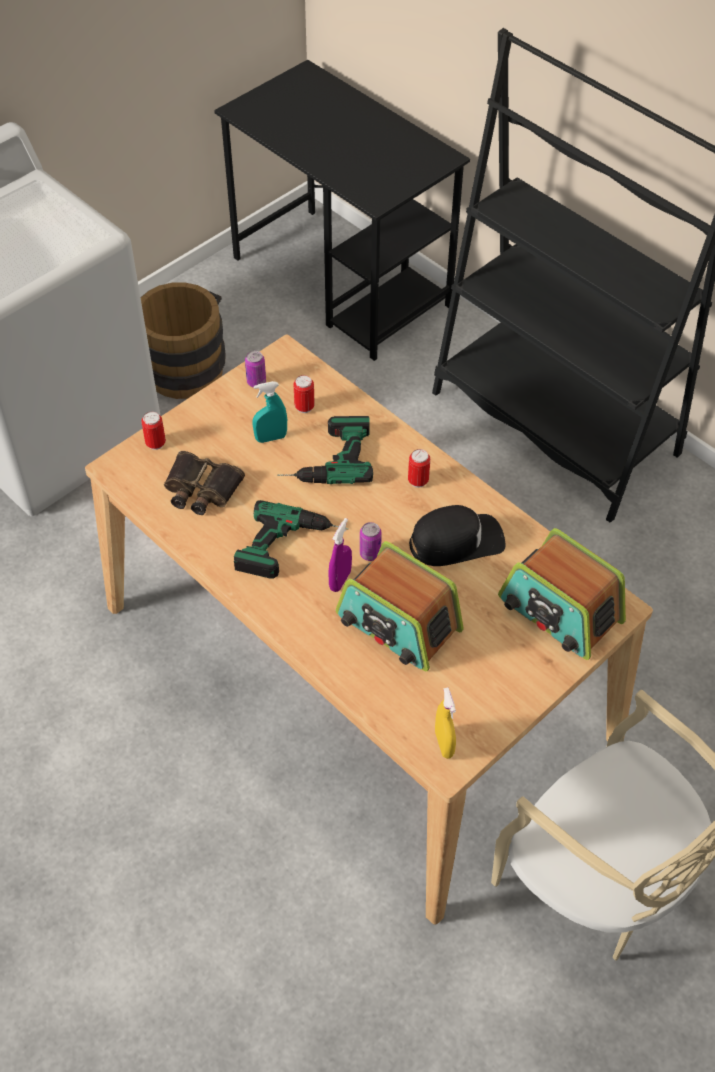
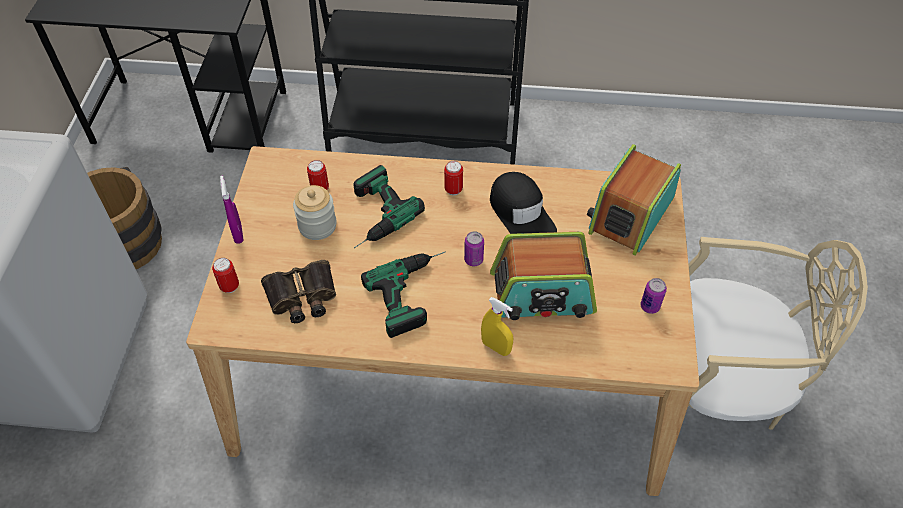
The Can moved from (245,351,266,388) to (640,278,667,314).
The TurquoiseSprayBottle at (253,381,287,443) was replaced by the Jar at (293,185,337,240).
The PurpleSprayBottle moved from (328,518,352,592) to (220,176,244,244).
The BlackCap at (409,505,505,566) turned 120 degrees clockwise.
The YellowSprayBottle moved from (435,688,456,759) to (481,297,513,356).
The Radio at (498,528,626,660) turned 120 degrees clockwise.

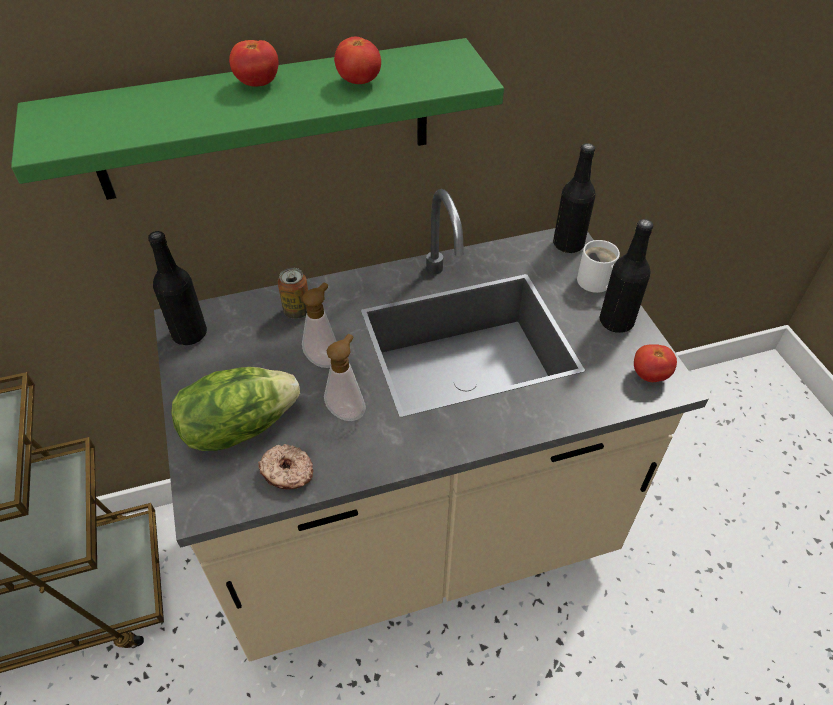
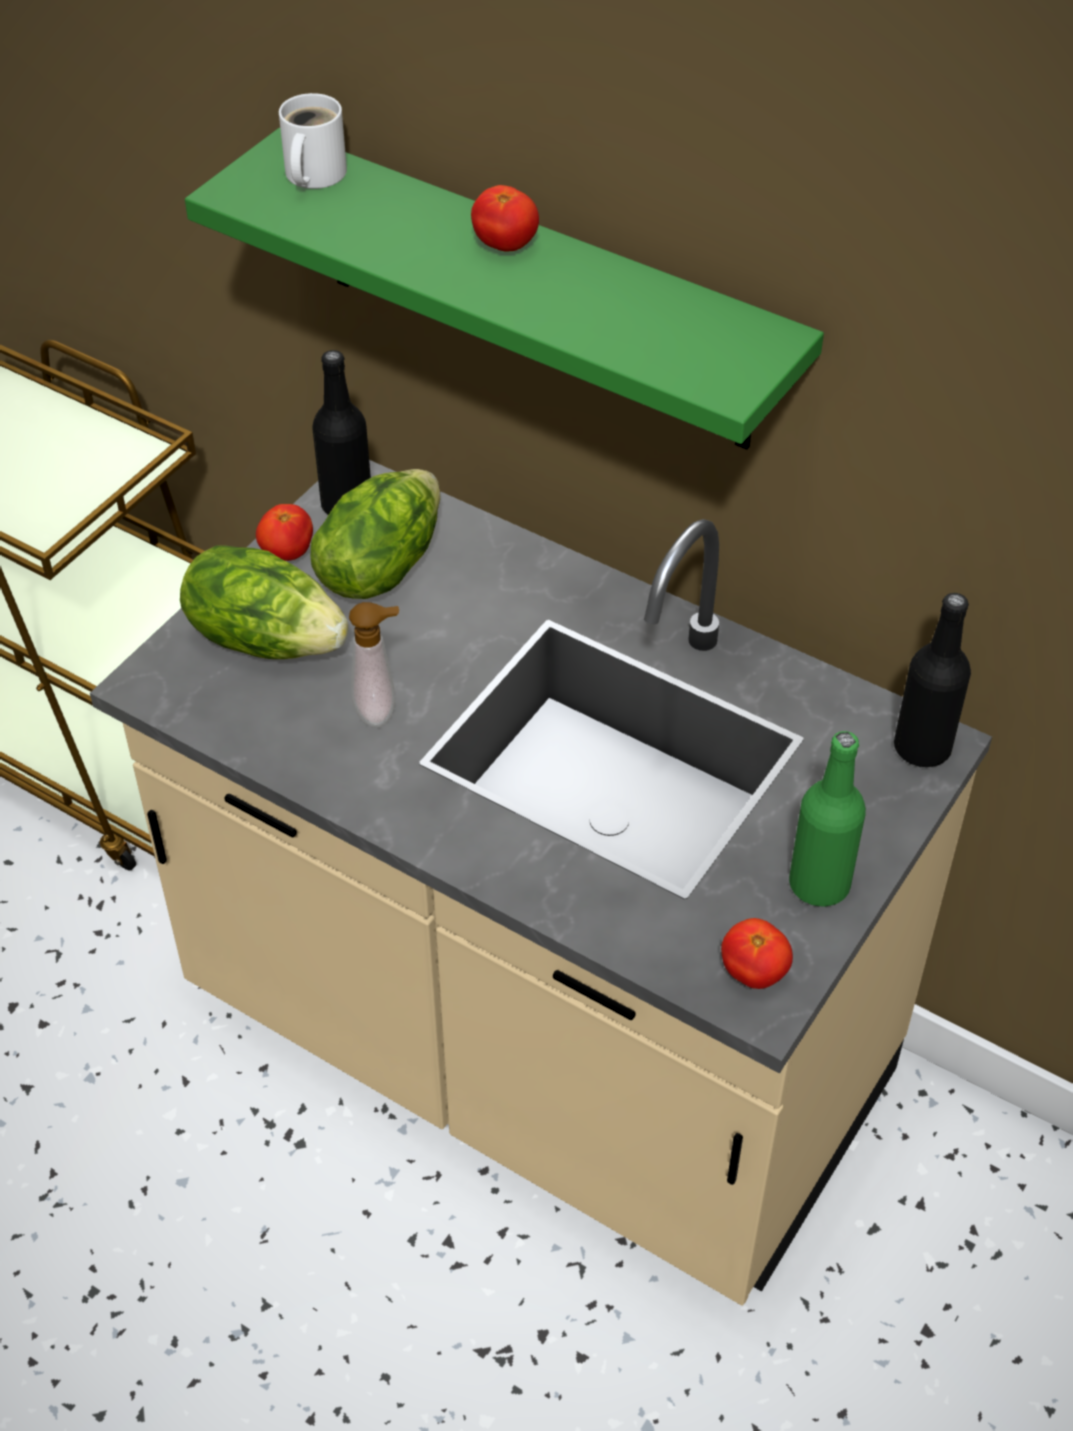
The Donut at (258,444,313,489) disappeared.
The Can at (278,268,308,319) disappeared.
The SoapDispenser at (302,283,337,368) disappeared.
The Tomato moved from (334,37,381,84) to (256,504,313,561).
The WhiteMug moved from (577,240,620,293) to (279,93,347,189).
The BlackBottle at (600,219,653,333) became the GreenBottle at (789,731,866,907).
The Lettuce at (311,469,440,599) appeared.

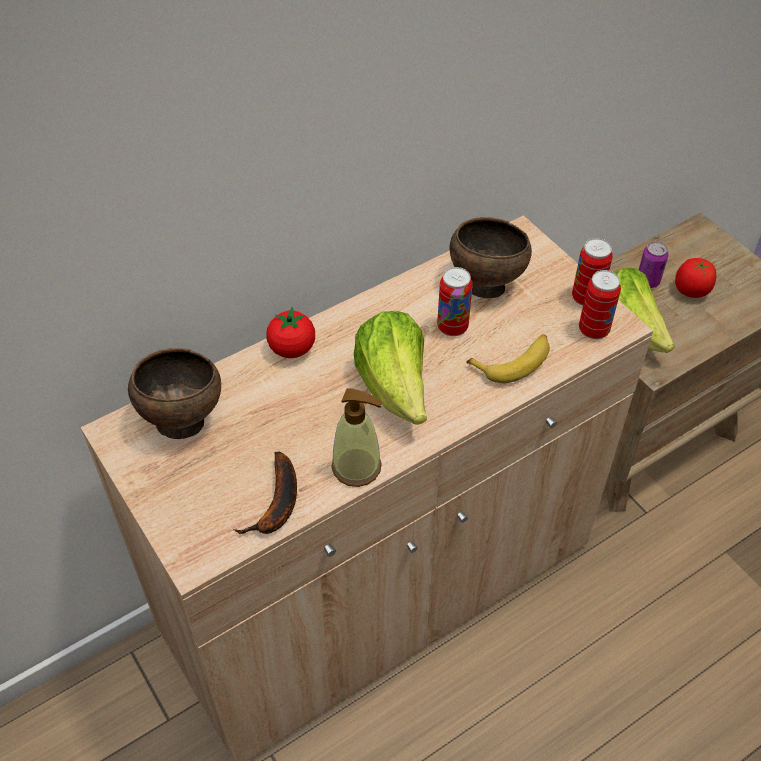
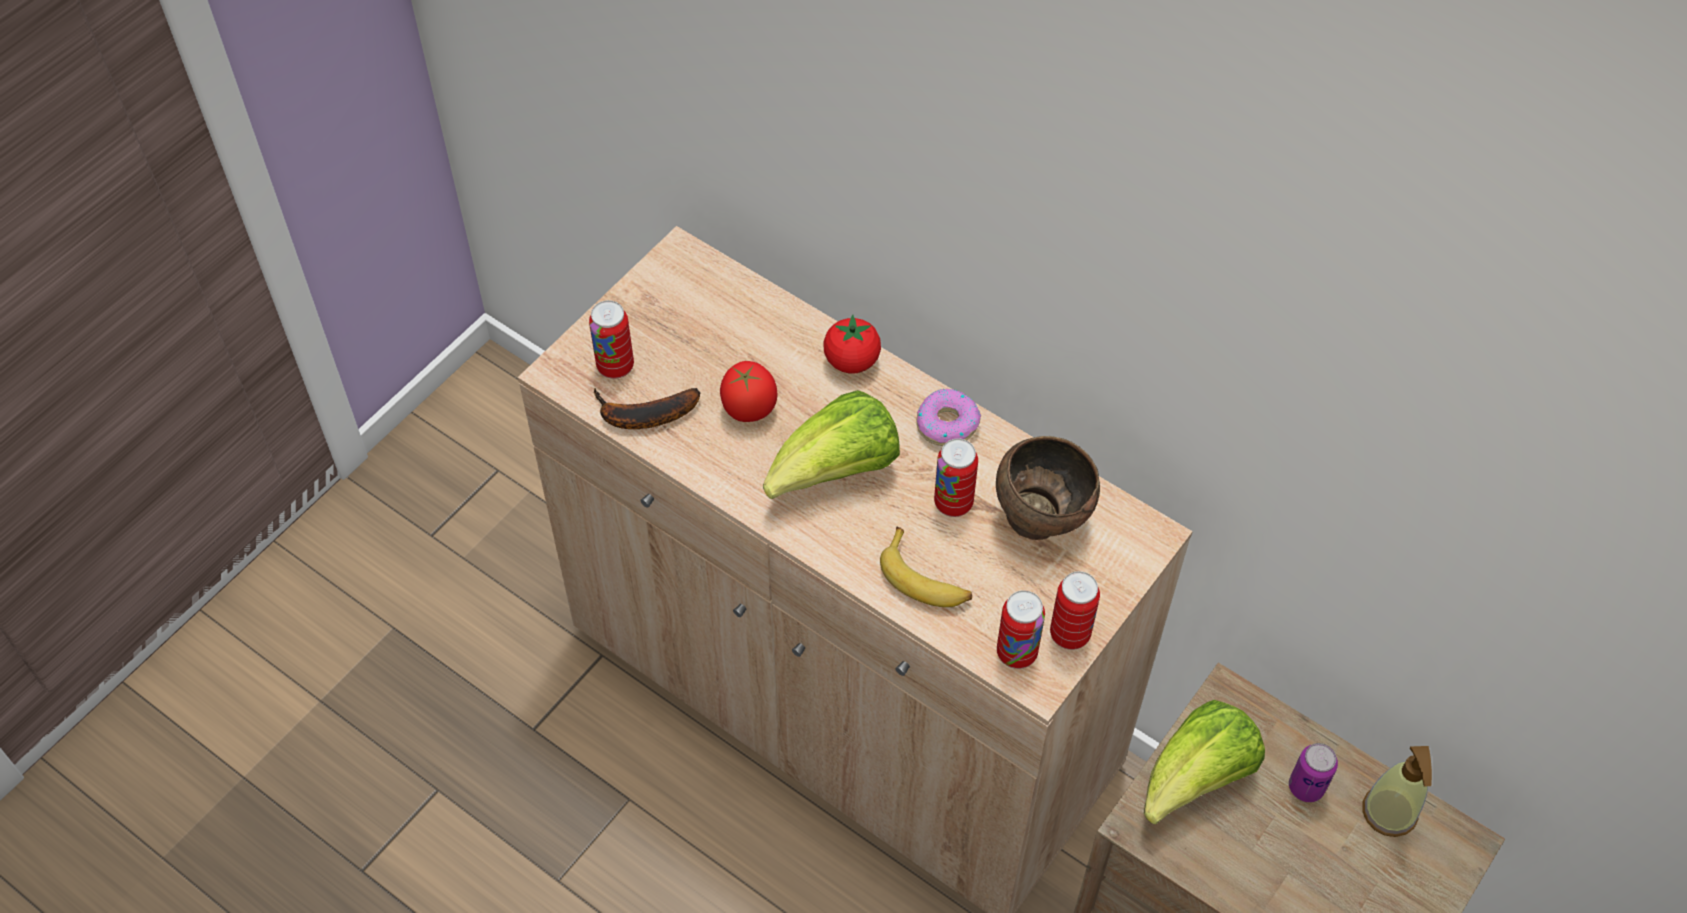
The BrownBowl at (128,348,221,439) disappeared.
The SoapDispenser moved from (332,388,383,487) to (1362,746,1432,837).
The Tomato moved from (675,258,716,298) to (720,361,778,422).
The Can at (589,300,634,379) appeared.
The Donut at (916,389,981,446) appeared.

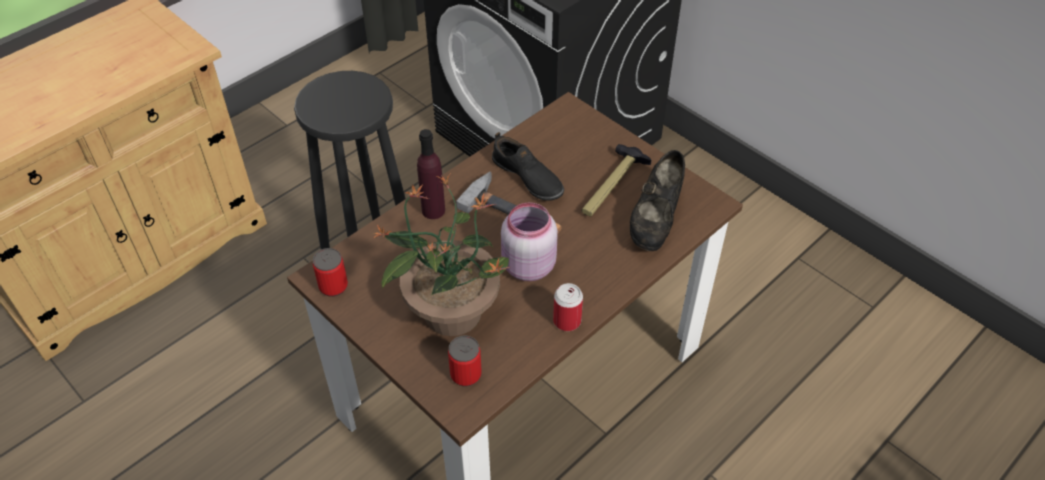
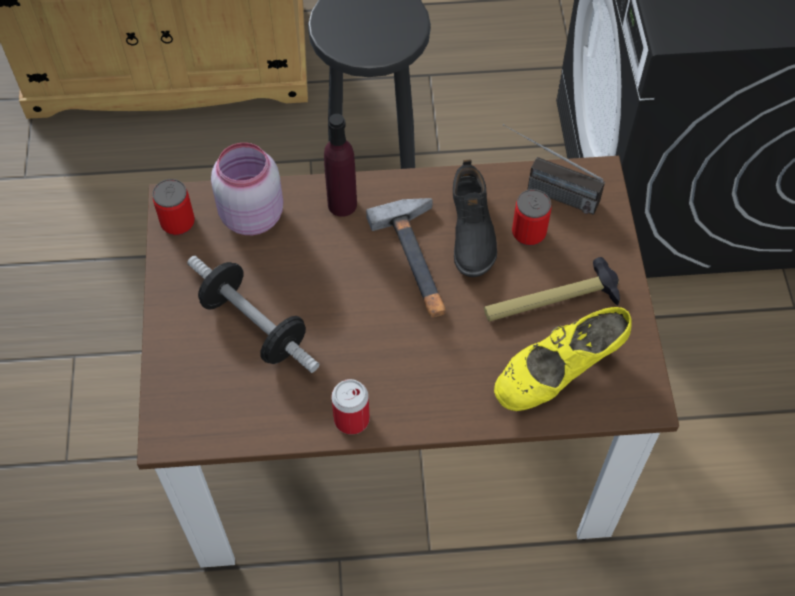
The PottedPlant at (372,174,510,336) was replaced by the Dumbbell at (187,255,319,373).
The Can moved from (448,336,482,386) to (512,189,551,246).
The PinkJar moved from (501,203,558,281) to (211,143,283,235).
The BlackShoe at (630,150,685,251) became the YellowShoe at (494,307,632,411).
The Radio at (503,124,605,215) appeared.

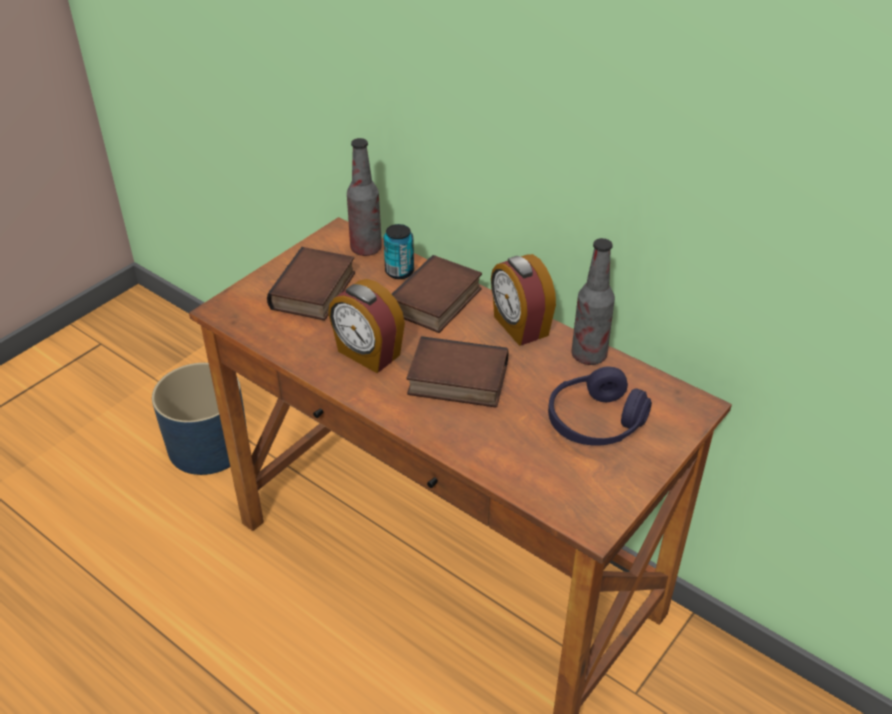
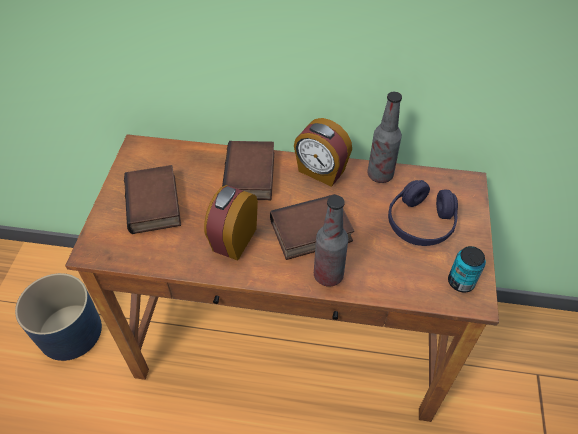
The AlarmClock at (328,279,405,373) turned 105 degrees clockwise.
The Bottle moved from (347,138,382,256) to (314,195,348,287).
The Can moved from (384,224,414,279) to (448,246,486,293).

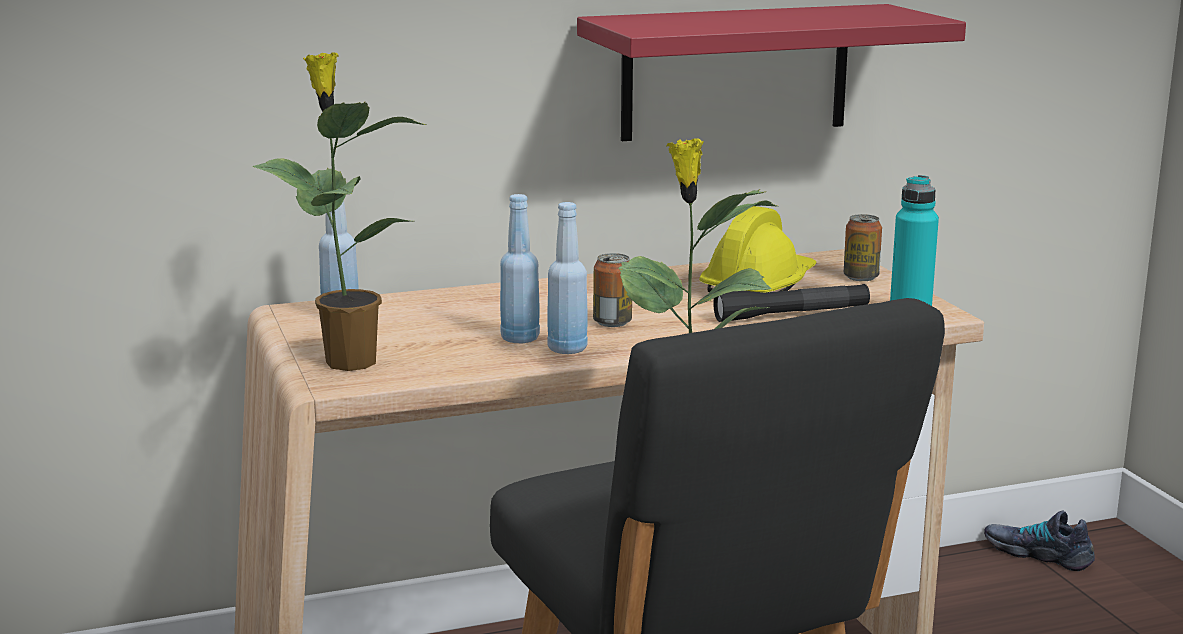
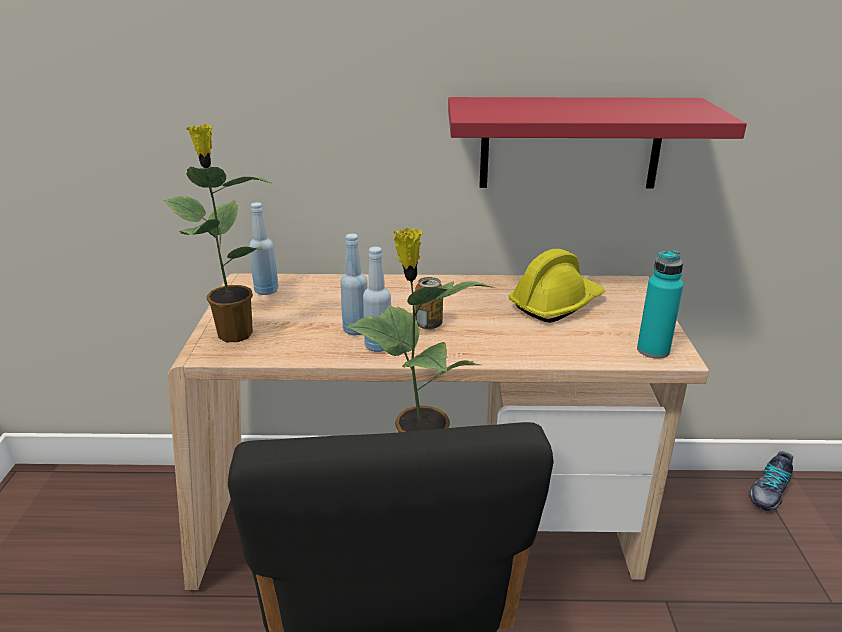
The BlackFlashlight at (713,284,870,322) disappeared.
The Can at (844,214,882,281) disappeared.
The Shoe at (984,511,1095,571) turned 105 degrees counterclockwise.

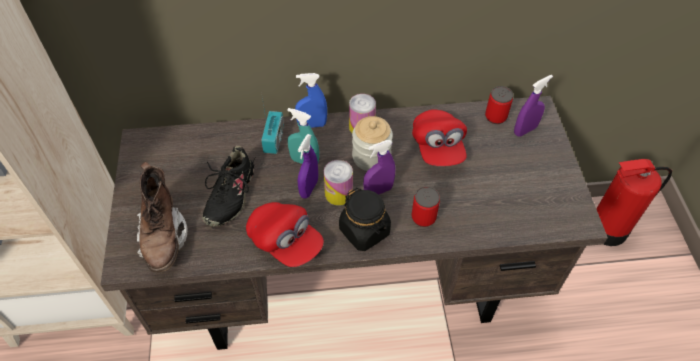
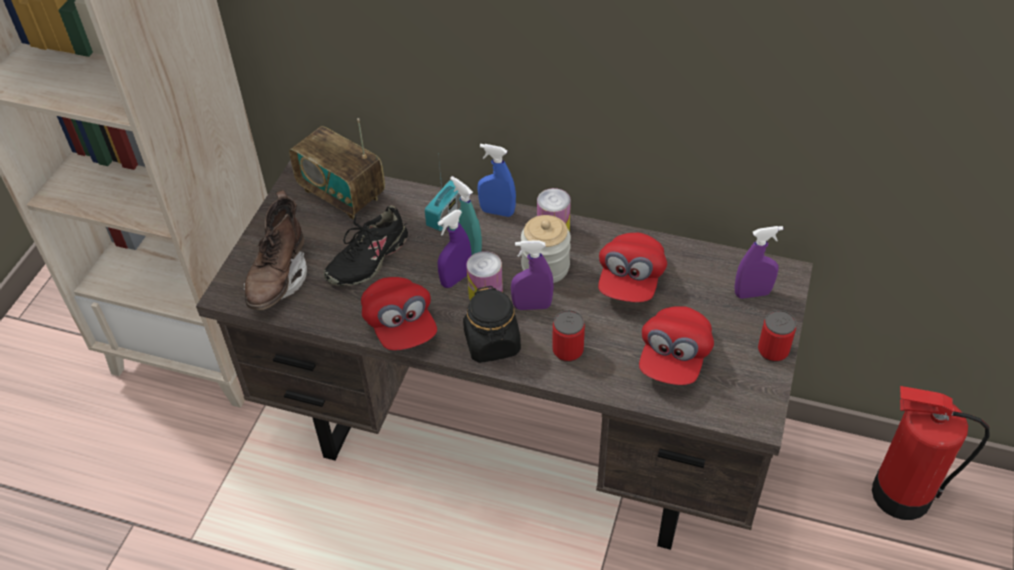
The Can moved from (485,86,513,124) to (758,310,796,362).
The Radio at (289,118,385,220) appeared.
The RedCap at (639,306,714,385) appeared.

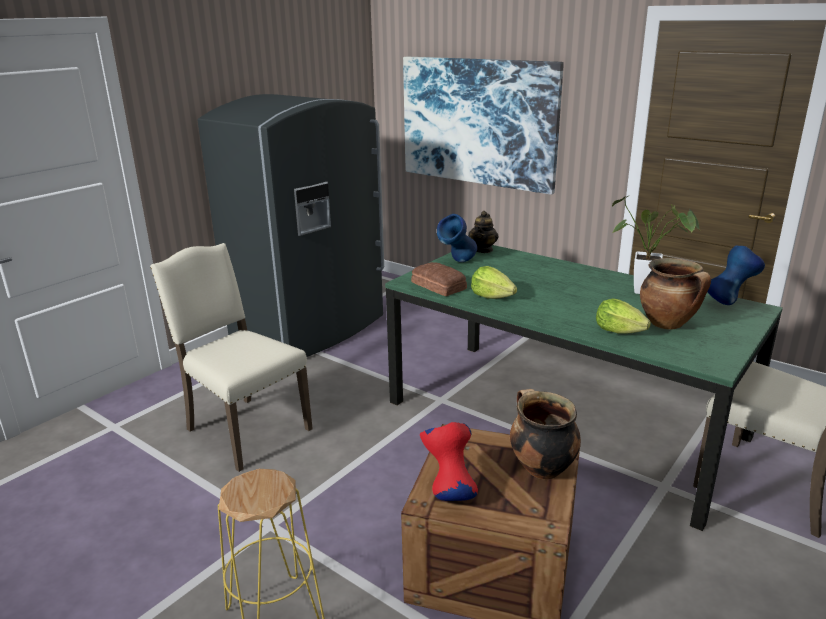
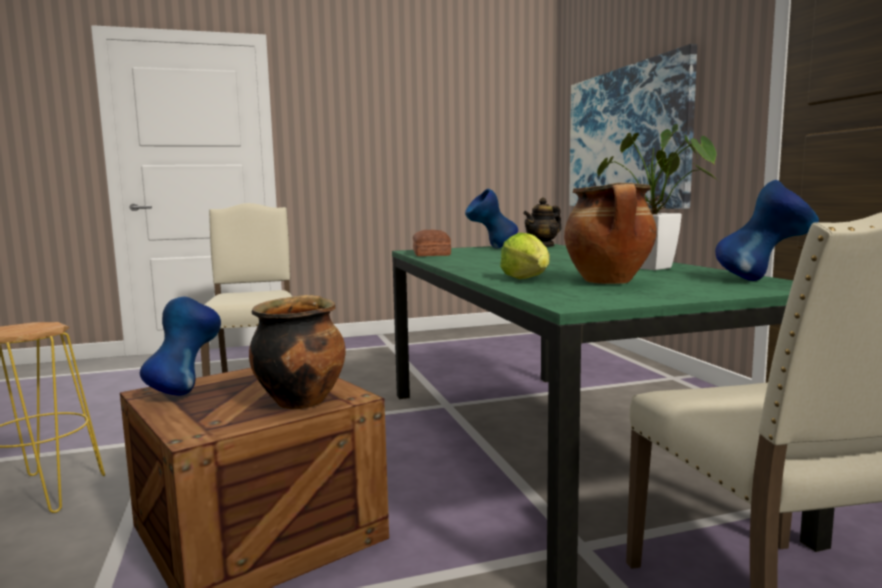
The GreyFridge at (197,94,384,357) disappeared.
The RedVase at (420,422,478,501) became the BlueVase at (140,297,221,396).
The Lettuce at (471,266,517,299) disappeared.

